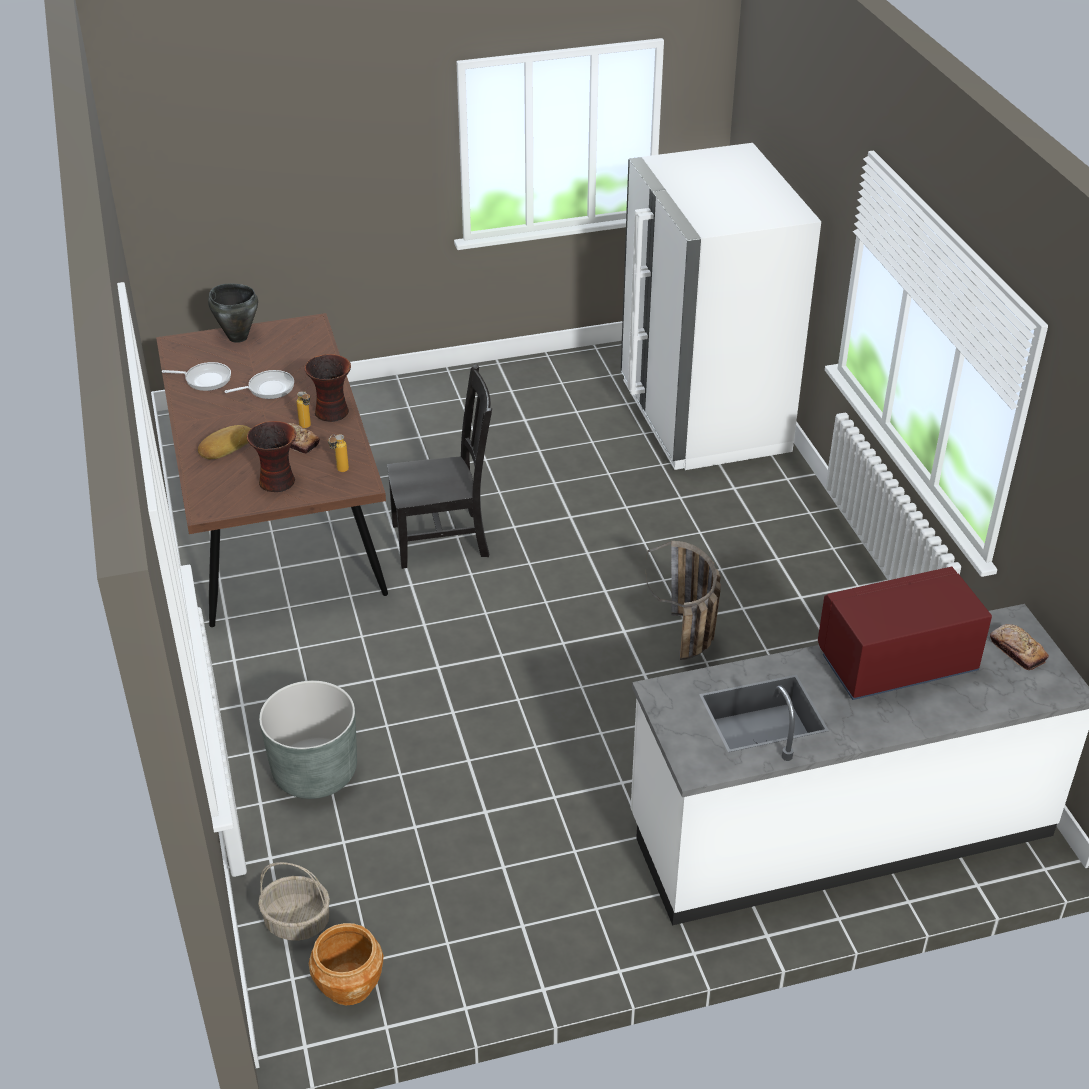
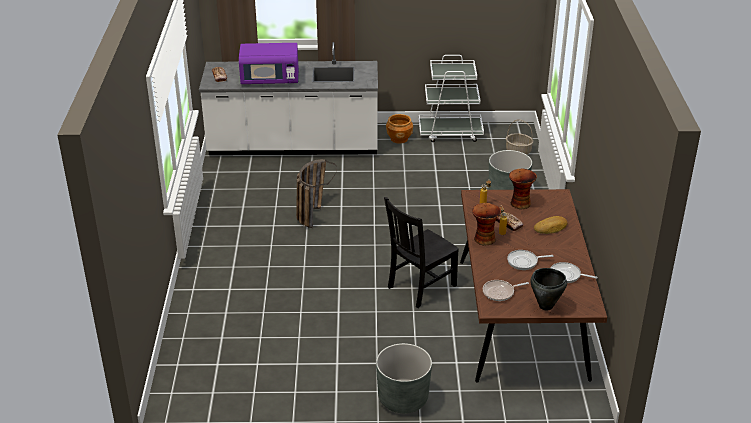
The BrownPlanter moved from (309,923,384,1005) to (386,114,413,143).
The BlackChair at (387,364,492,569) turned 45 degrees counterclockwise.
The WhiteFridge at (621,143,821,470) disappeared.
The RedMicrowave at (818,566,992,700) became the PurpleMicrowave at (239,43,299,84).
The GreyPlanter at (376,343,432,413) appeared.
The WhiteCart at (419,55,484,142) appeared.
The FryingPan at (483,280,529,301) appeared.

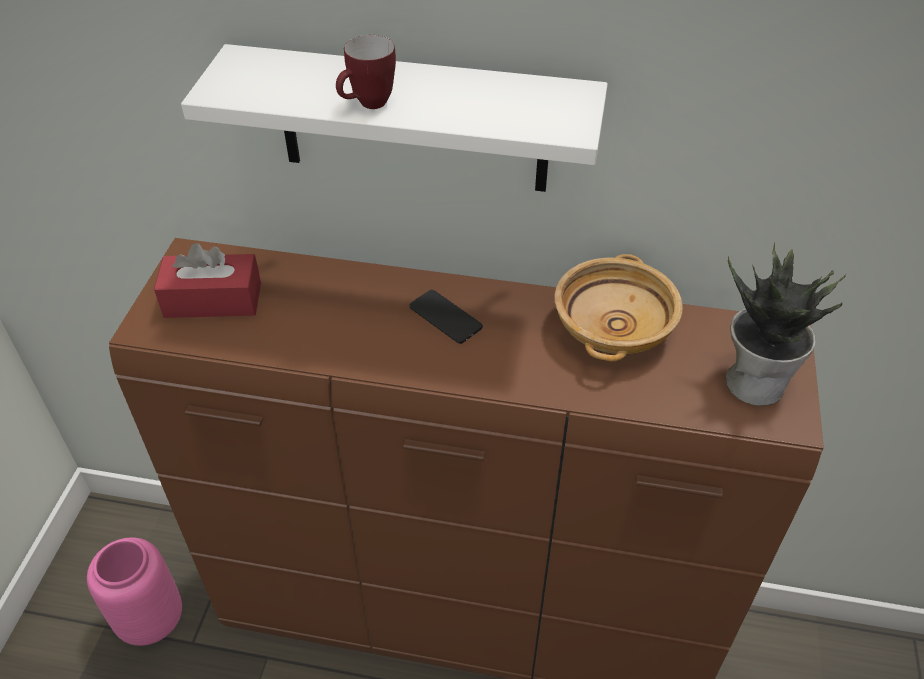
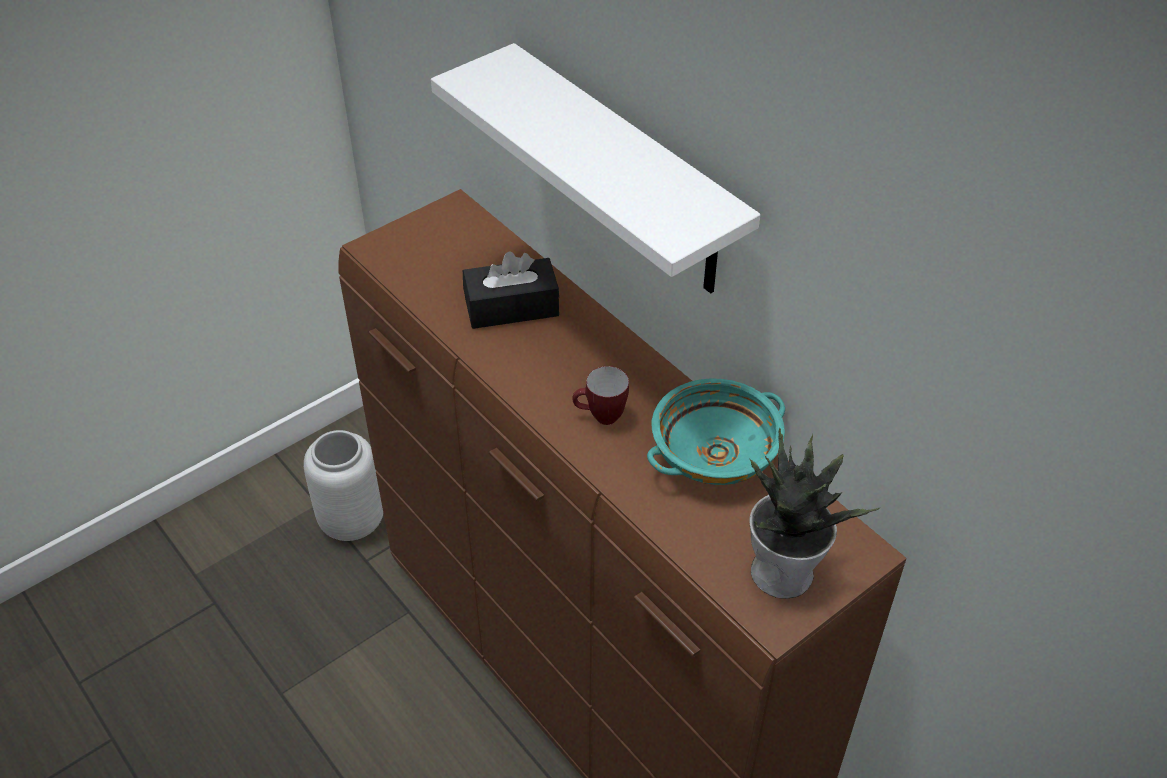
The PinkVase at (87,537,182,646) became the GreyVase at (304,430,383,541).
The RedTissueBox at (154,243,261,318) disappeared.
The Mug moved from (336,35,396,109) to (572,366,629,425).
The Phone at (410,290,483,344) disappeared.
The BeigeBowl at (555,254,683,361) became the TurquoiseBowl at (647,378,785,485).
The BlackTissueBox at (463,251,559,329) appeared.

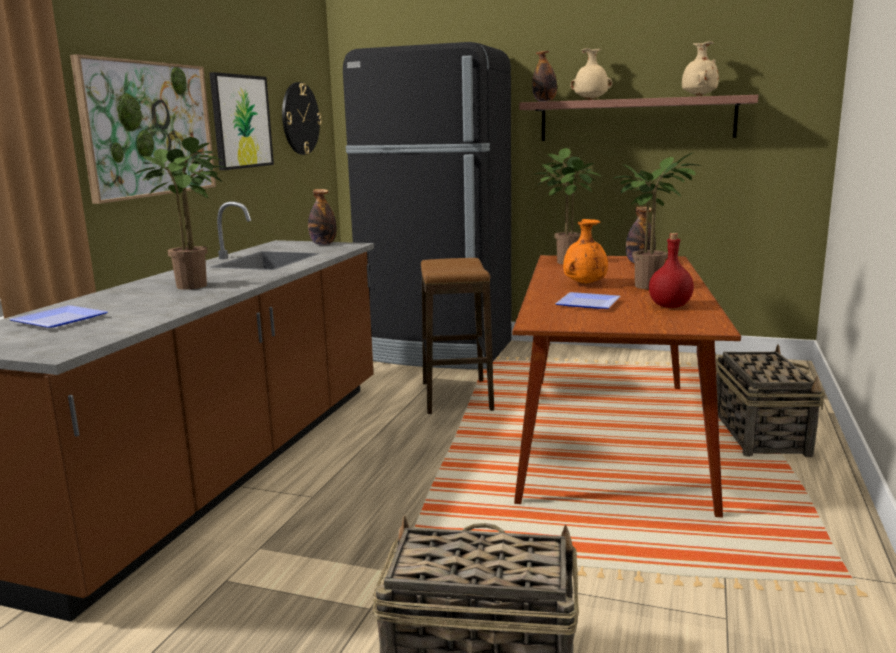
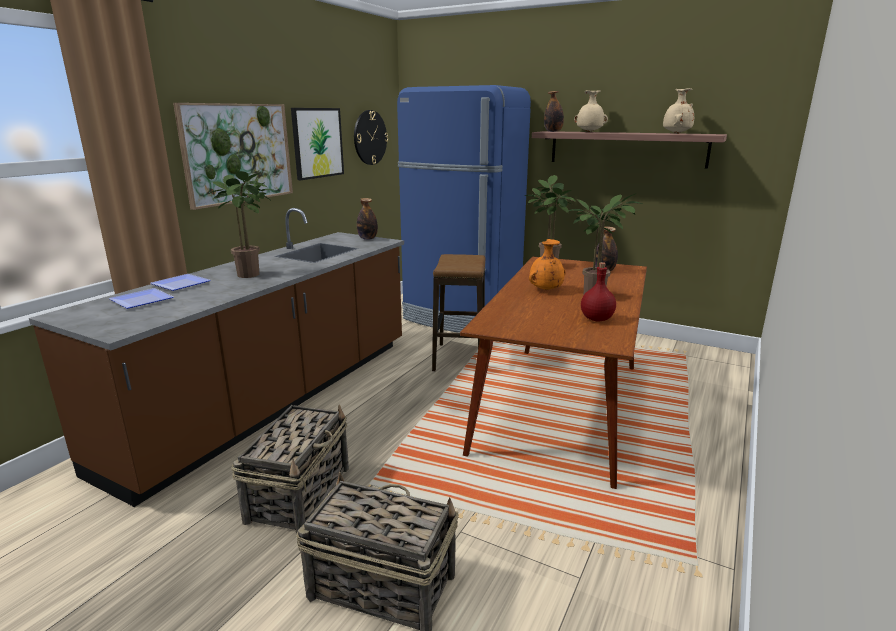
The BlackFridge at (343,42,511,369) became the BlueFridge at (397,85,531,333).
The Plate moved from (555,292,620,309) to (150,274,211,291).
The Basket moved from (716,344,825,457) to (231,404,349,534).

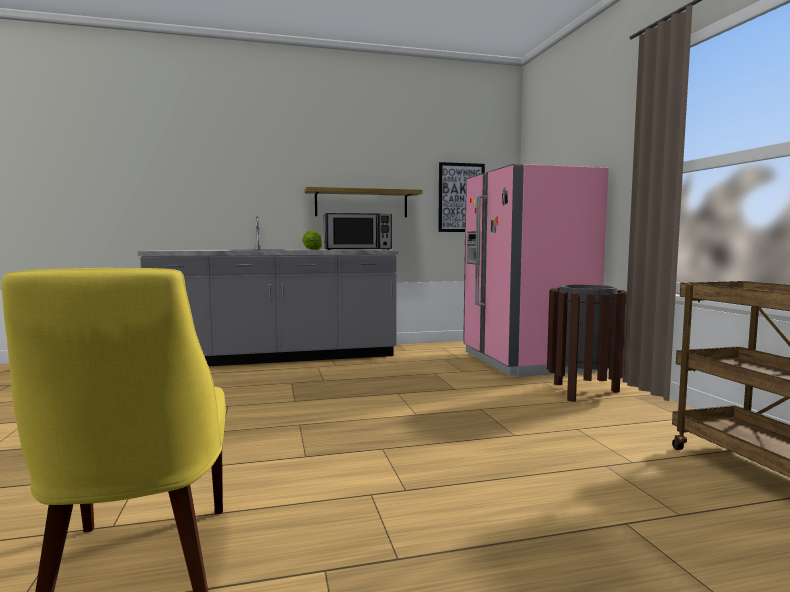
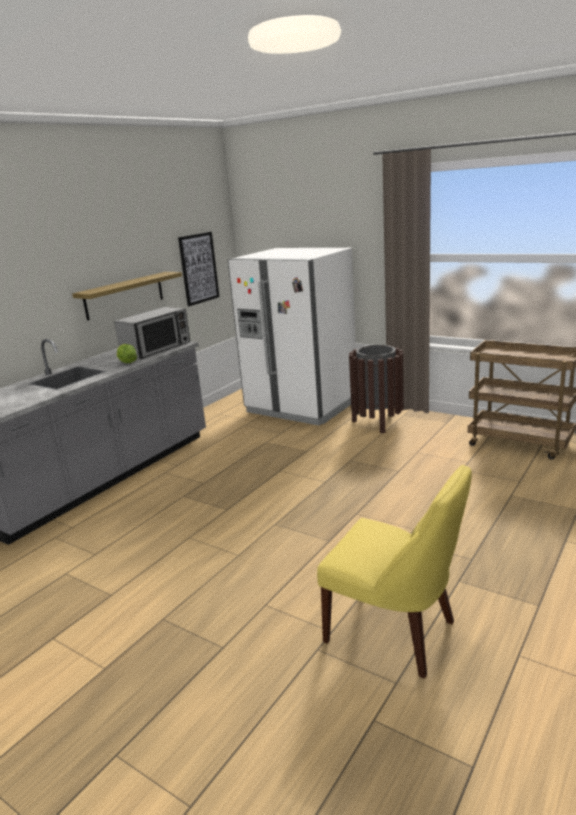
The PinkFridge at (463,164,609,377) became the WhiteFridge at (228,248,356,425).

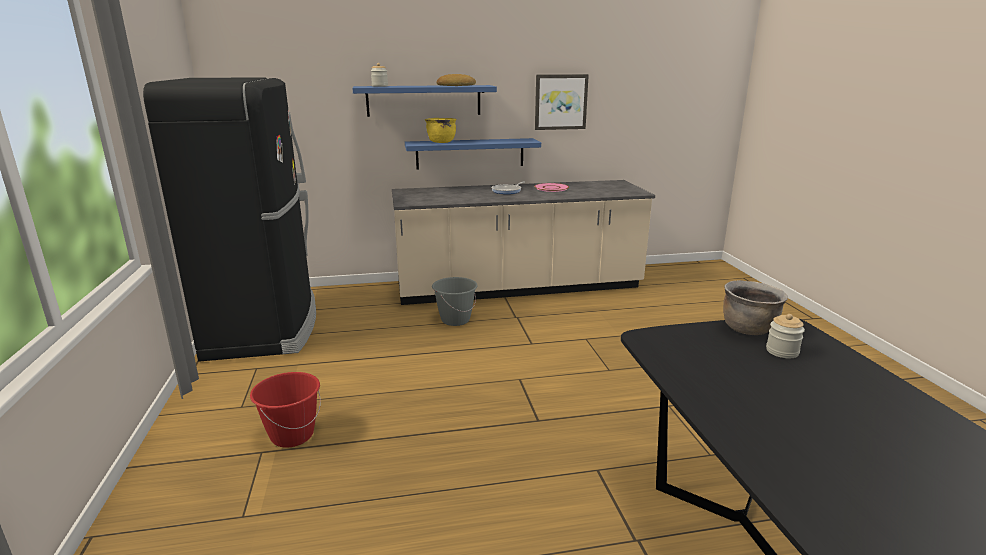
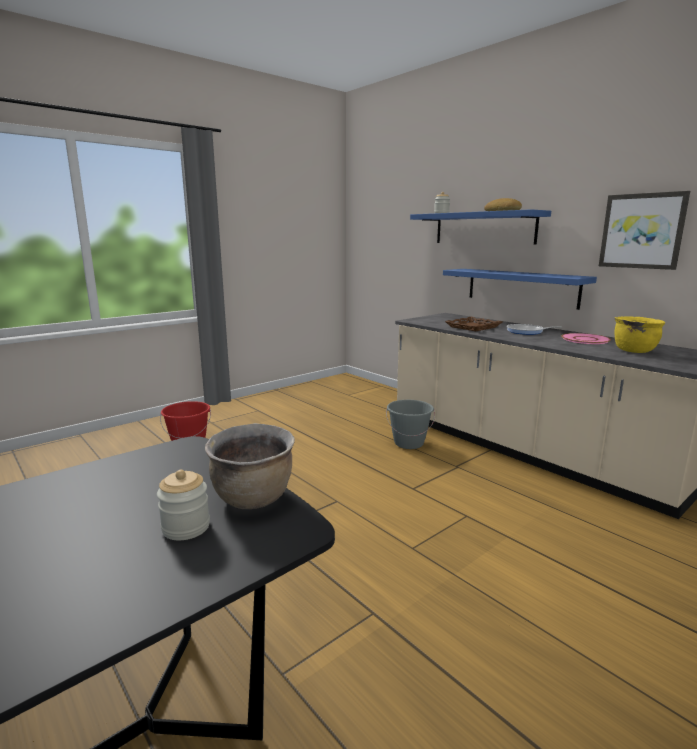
The BlackFridge at (143,77,316,362) disappeared.
The YellowCookingPot moved from (425,118,457,143) to (614,316,666,353).
The BrownTray at (445,317,502,331) appeared.

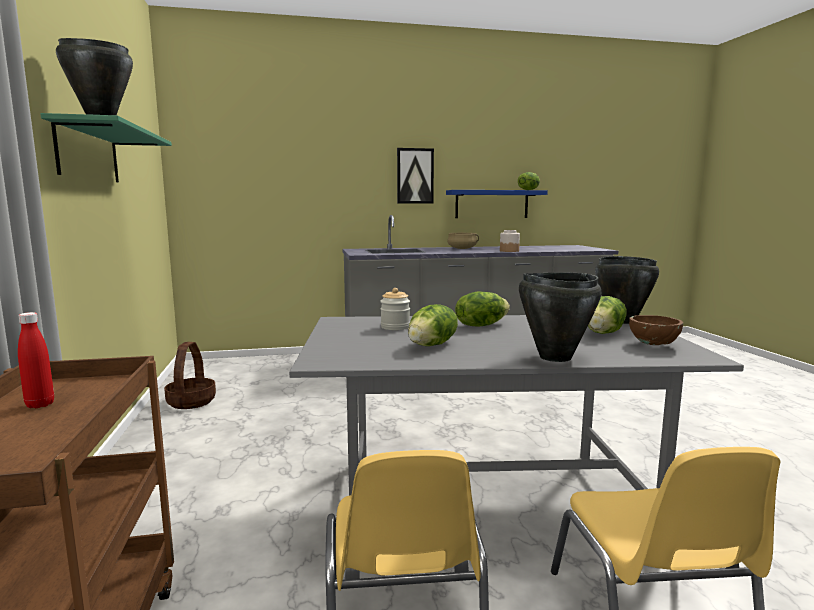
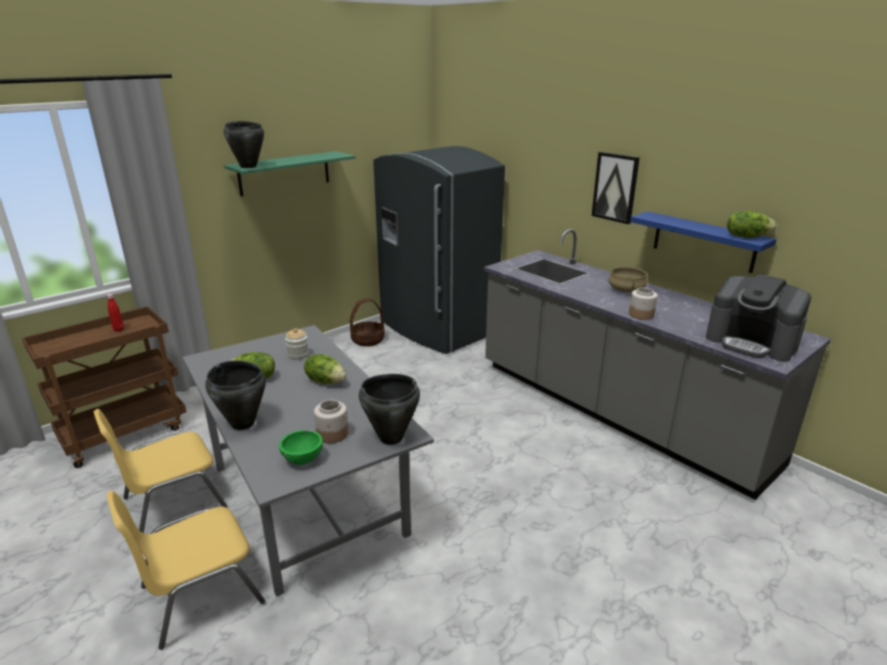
The Lettuce at (588,296,627,334) was replaced by the Jar at (314,400,348,443).
The BrownBowl at (629,315,683,345) became the GreenBowl at (279,430,323,465).
The GreyFridge at (373,146,505,354) appeared.
The CoffeeMachine at (706,274,811,362) appeared.

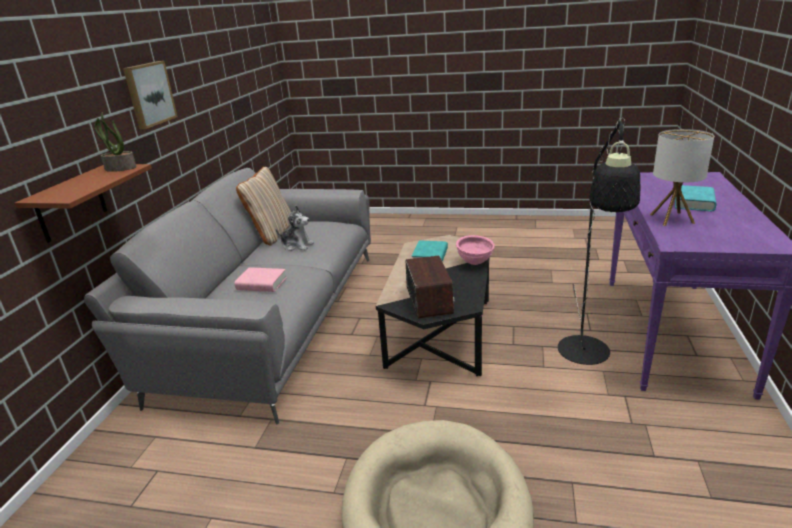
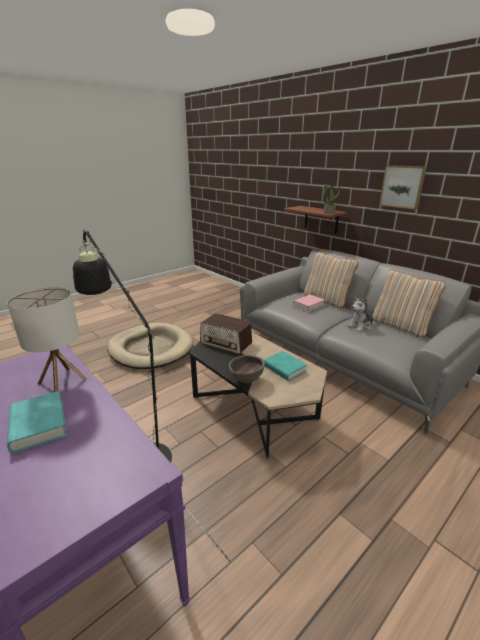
The PinkBowl at (456,235,495,265) became the BrownBowl at (229,355,265,383).
The BeigePillow at (304,252,358,308) appeared.

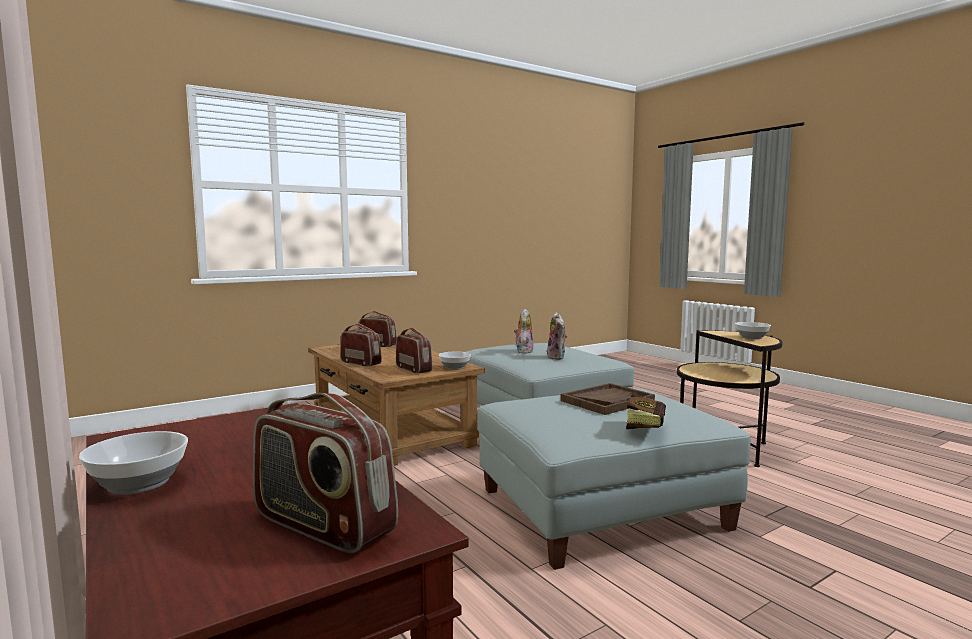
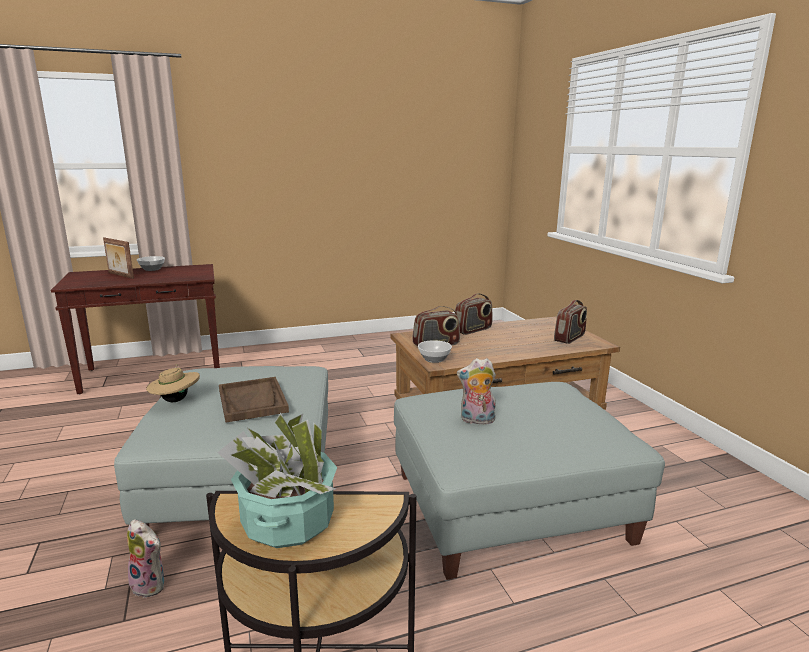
The Radio at (253,393,398,553) disappeared.
The PlushToy moved from (514,309,533,354) to (127,519,164,598).
The Book at (626,393,666,429) was replaced by the BeigeHat at (146,364,200,402).
The Bowl at (735,322,771,339) was replaced by the PottedPlant at (217,413,337,548).
The PictureFrame at (103,237,134,279) appeared.

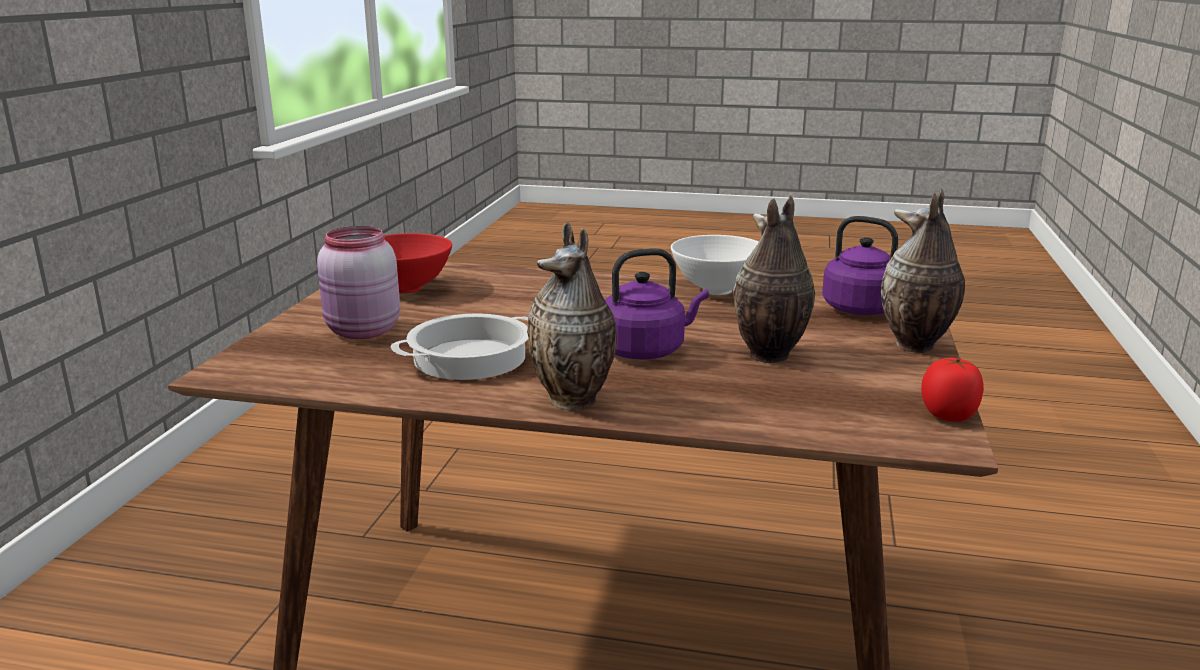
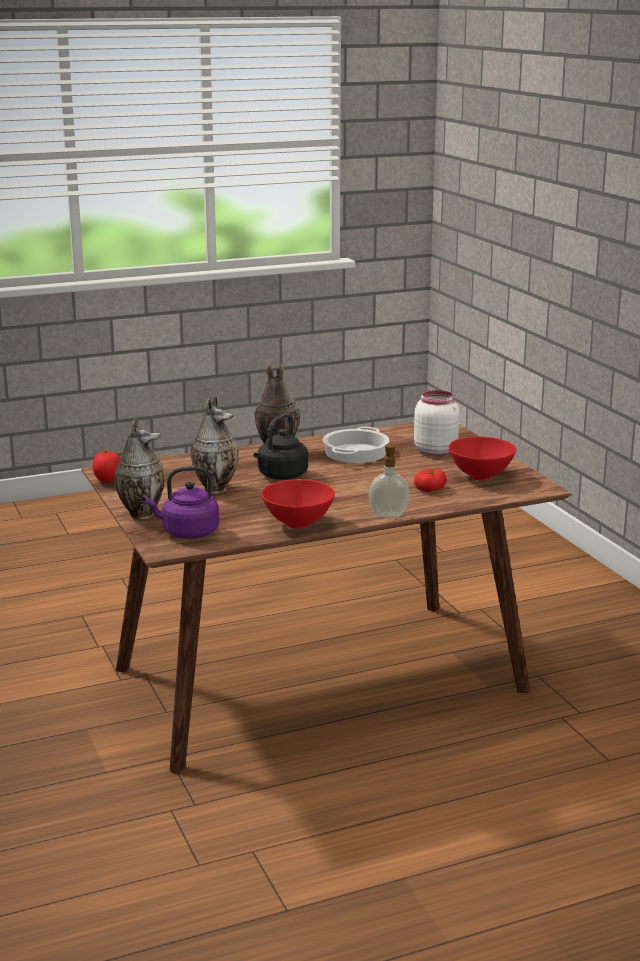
The PinkJar at (317,226,400,339) became the WhiteJar at (414,390,459,456).
The PurpleKettle at (605,248,709,359) became the BlackKettle at (254,414,308,480).
The WhiteBowl at (671,235,759,295) became the RedBowl at (261,479,335,529).
The SoapDispenser at (369,444,410,517) appeared.
The Tomato at (414,468,447,492) appeared.

